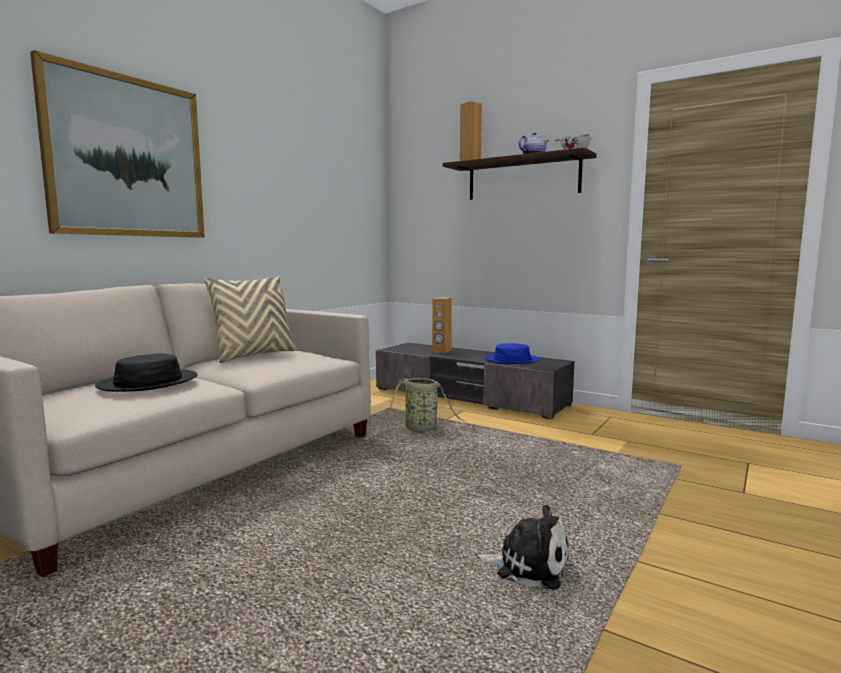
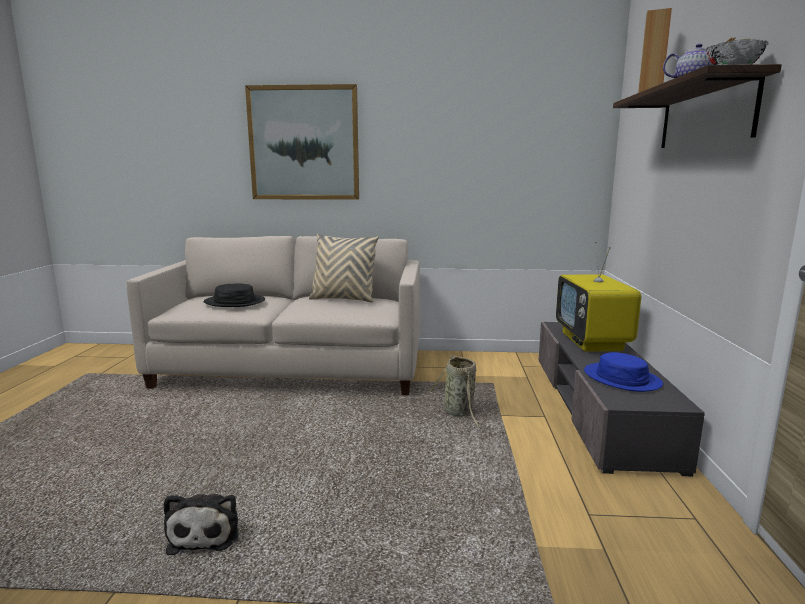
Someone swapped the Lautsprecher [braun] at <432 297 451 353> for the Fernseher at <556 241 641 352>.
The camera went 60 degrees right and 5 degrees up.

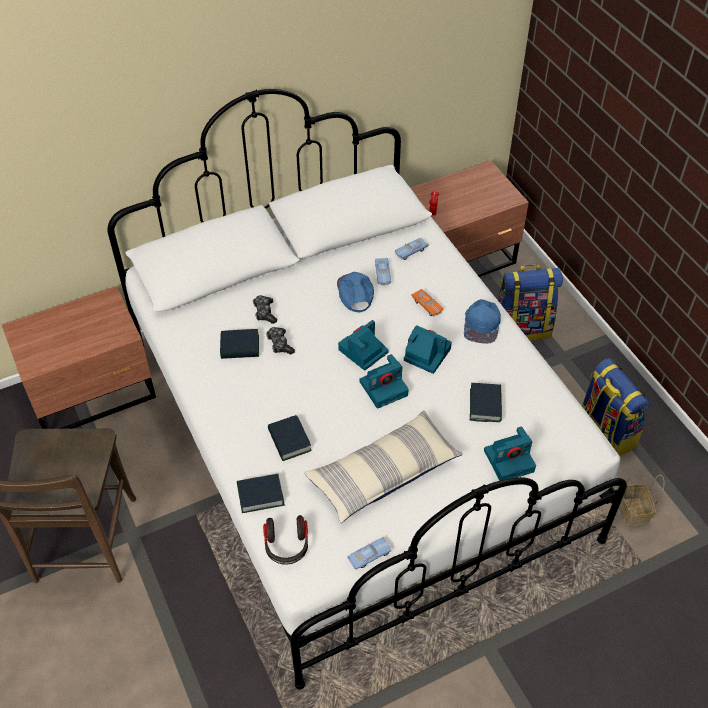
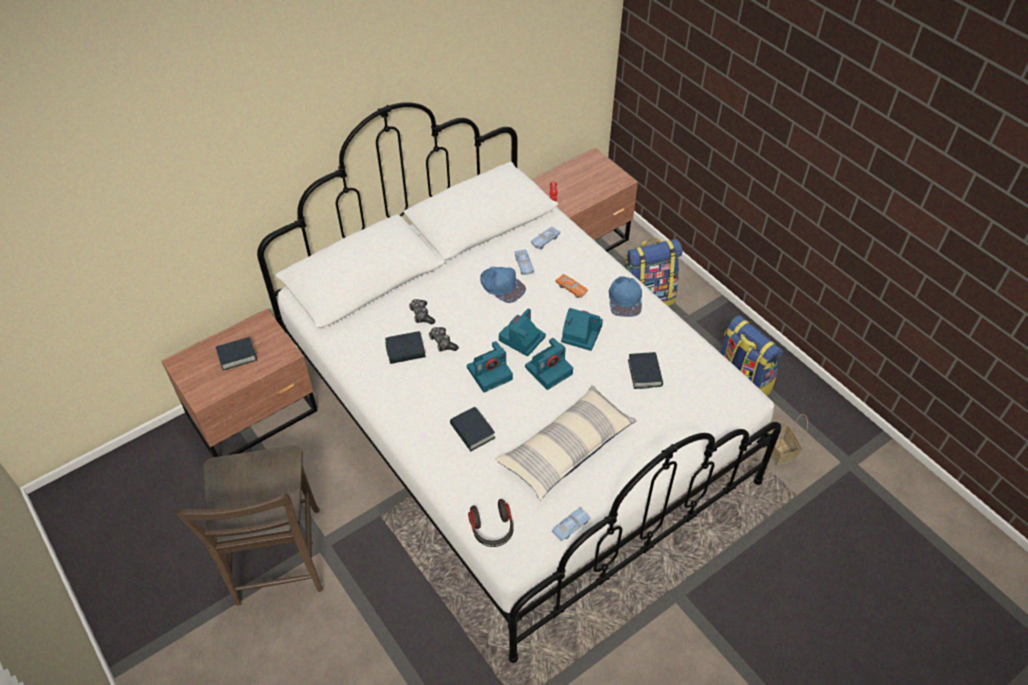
Someone carried the Buch from <237 474 285 513> to <216 337 257 370>.
Someone rotated the Kappe [blau] at <337 272 374 312> by 150 degrees clockwise.
Someone carried the Kamera from <484 427 536 481> to <467 341 513 393>.
The camera went 10 degrees left and 0 degrees up.

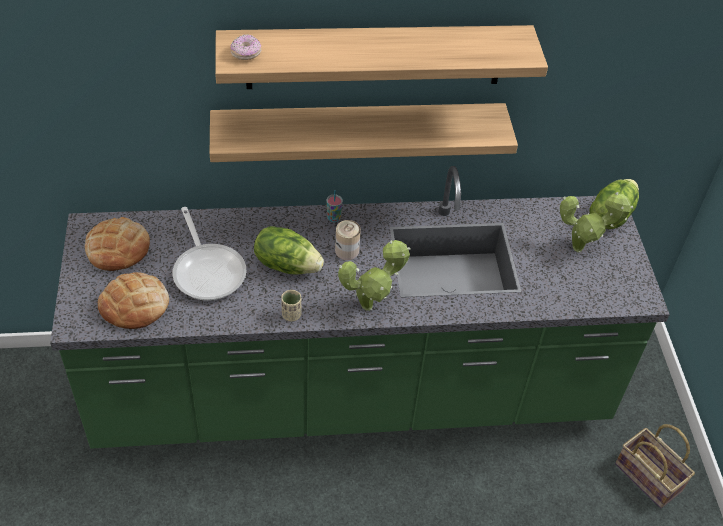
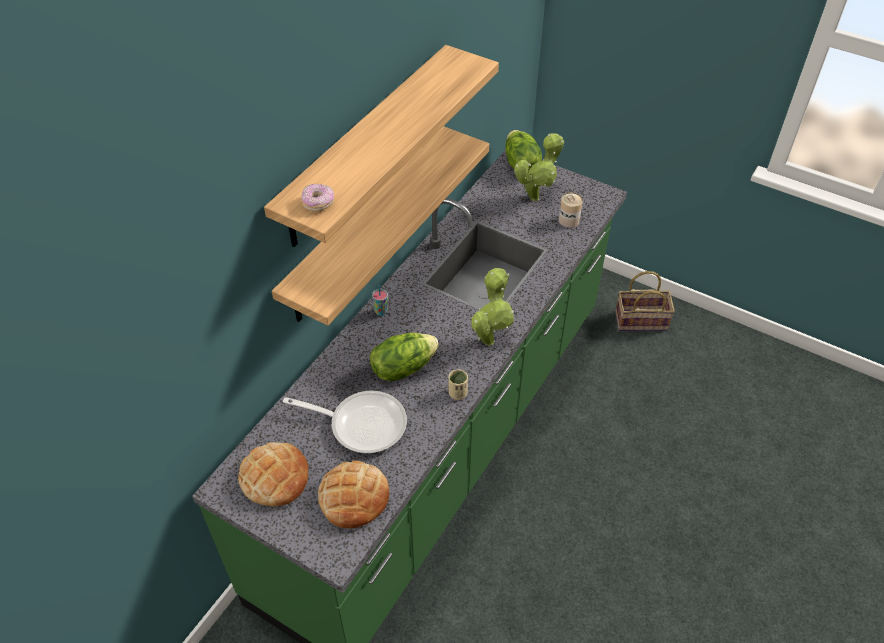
Someone carried the Dose from <335 220 361 260> to <559 193 583 228>.
The camera went 50 degrees left and 0 degrees up.

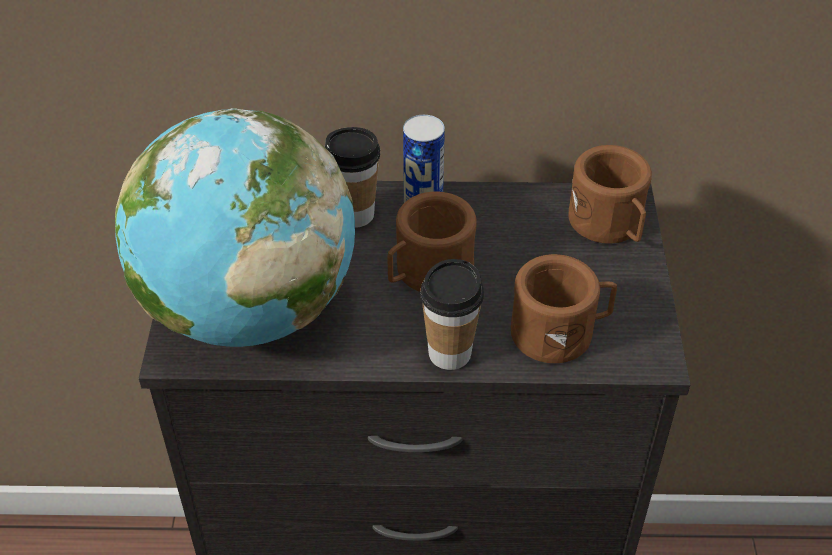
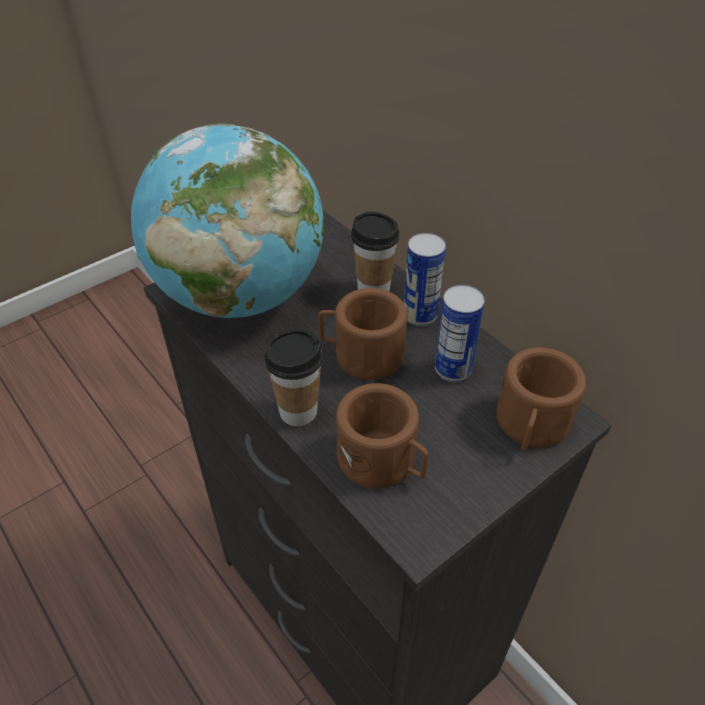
Someone put down the Dose at <435 285 485 382>.
The camera went 50 degrees right and 0 degrees up.

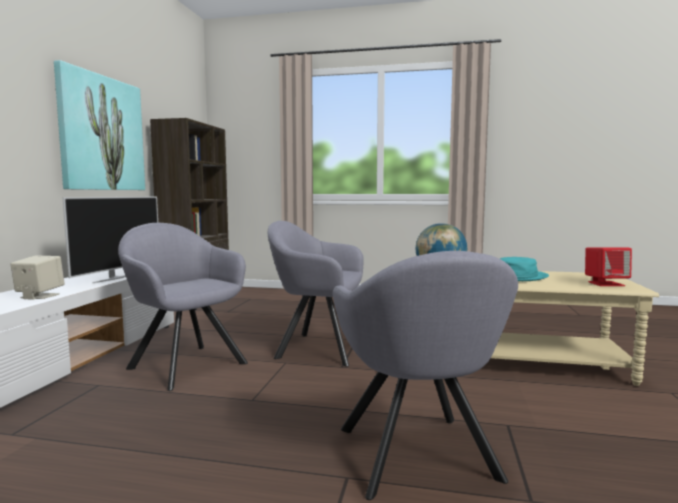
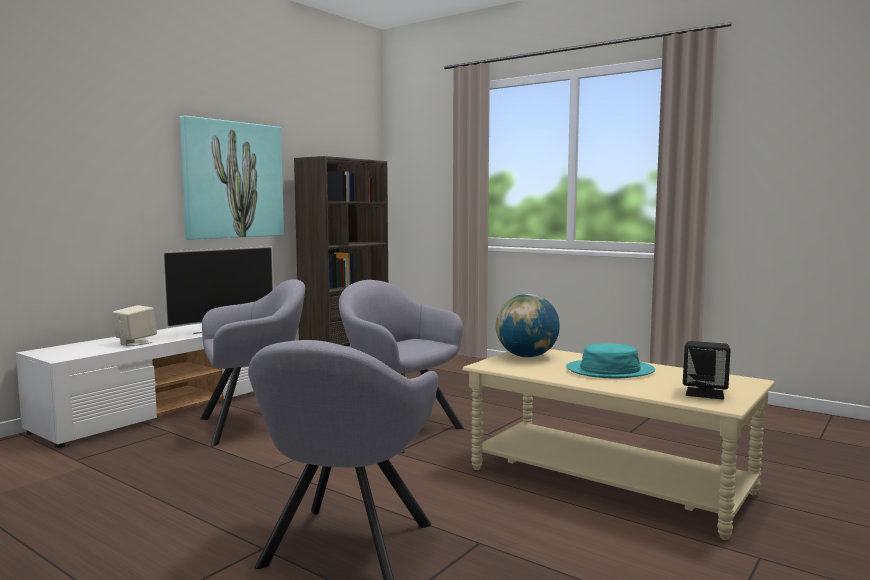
Someone rotated the Sessel [grau] at <118 223 248 391> by 90 degrees clockwise.
Someone repainted the Lautsprecher [rot] at <585 247 632 286>, which became the Lautsprecher [schwarz] at <683 341 731 400>.
The camera went 25 degrees right and 0 degrees up.

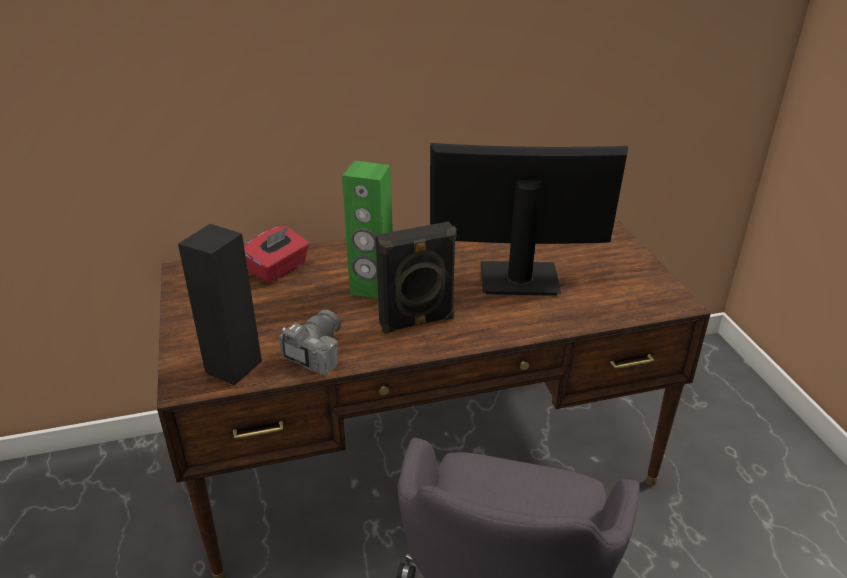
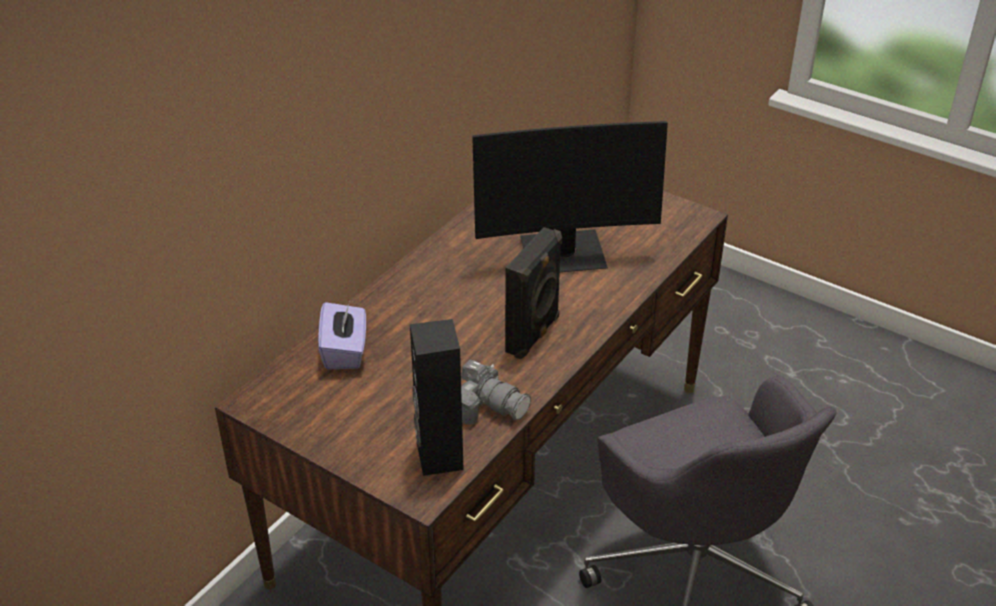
Someone repainted the Taschentuchbox [rot] at <244 226 309 283>, which became the Taschentuchbox [lila] at <318 302 366 370>.
Someone rotated the Kamera at <279 310 341 376> by 135 degrees clockwise.
Someone took away the Lautsprecher [grün] at <342 161 393 299>.
Someone rotated the Monitor at <430 143 628 296> by 150 degrees counterclockwise.
The camera went 40 degrees left and 5 degrees up.

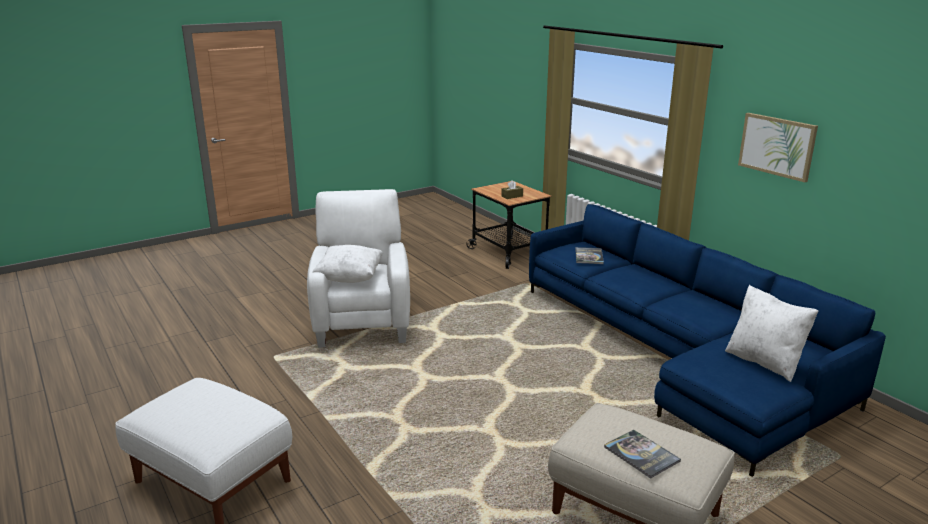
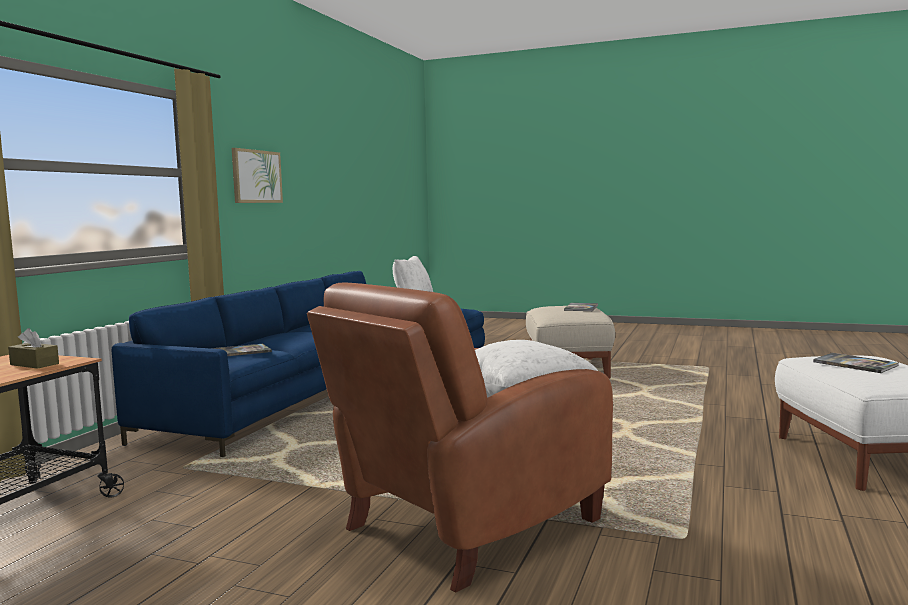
Someone repainted the Sessel [weiß] at <307 189 410 348>, which became the Sessel [braun] at <307 282 613 592>.
Someone put down the Buch at <813 353 899 373>.
The camera went 125 degrees left and 15 degrees down.

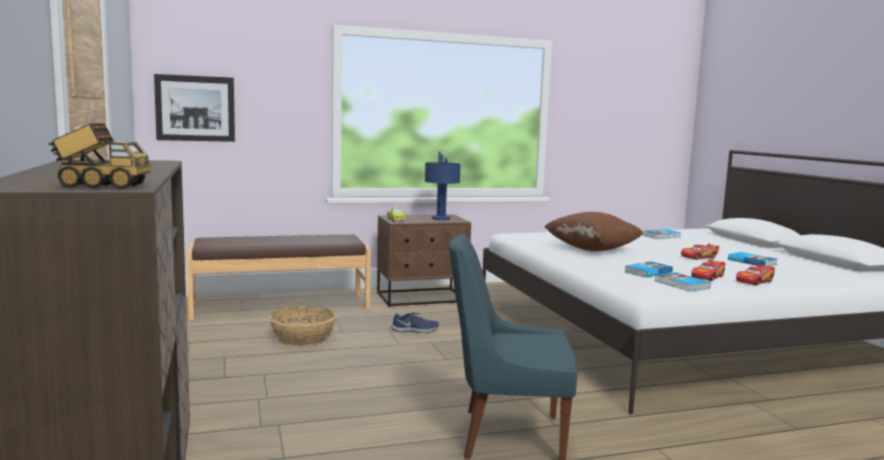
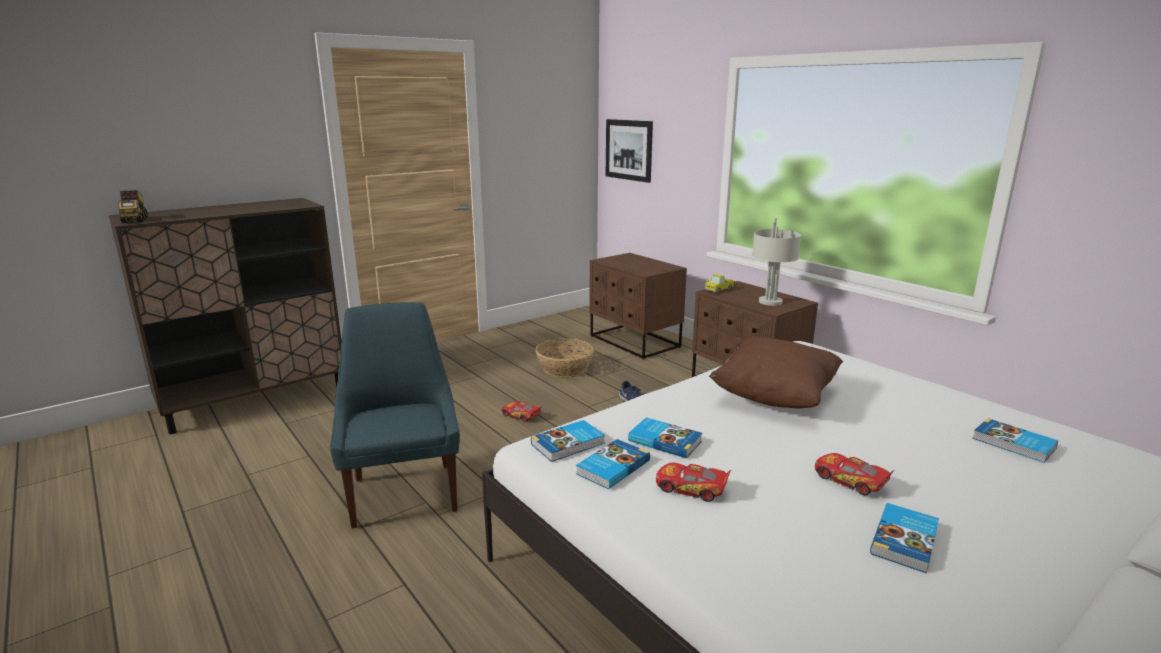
Someone swapped the Bank [braun] at <187 235 371 320> for the Nachttisch [braun] at <589 253 687 360>.
Someone repainted the Tischlampe [blau] at <425 152 461 220>, which became the Tischlampe [grau] at <752 218 801 306>.
Someone carried the Spielzeugauto from <736 264 775 285> to <502 401 541 422>.
Someone put down the Buch at <531 420 605 462>.
The camera went 70 degrees right and 10 degrees up.

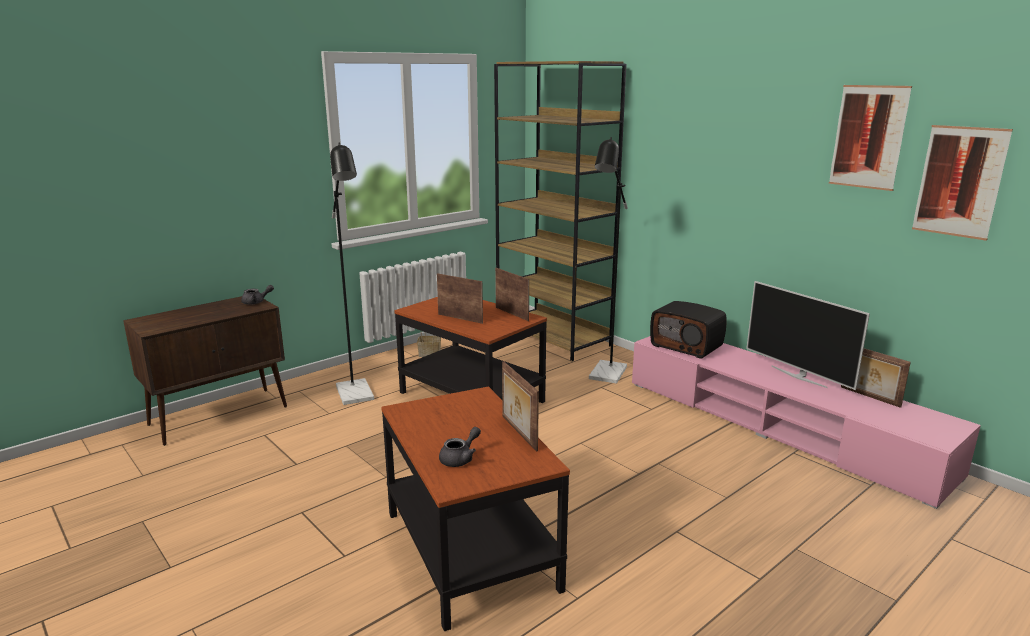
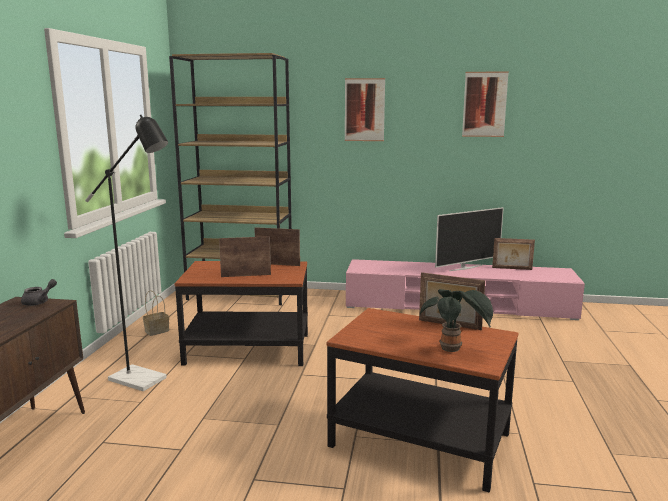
Someone swapped the Teekanne [grau] at <439 427 481 467> for the Topfpflanze at <420 289 493 352>.
Someone took away the Stehlampe [schwarz] at <589 137 628 384>.
Someone took away the Radio at <650 301 727 359>.
Someone rotated the Fernseher at <746 281 870 390> by 45 degrees counterclockwise.
Someone carried the Bild from <912 125 1013 241> to <345 78 385 141>.
The camera went 40 degrees left and 5 degrees down.

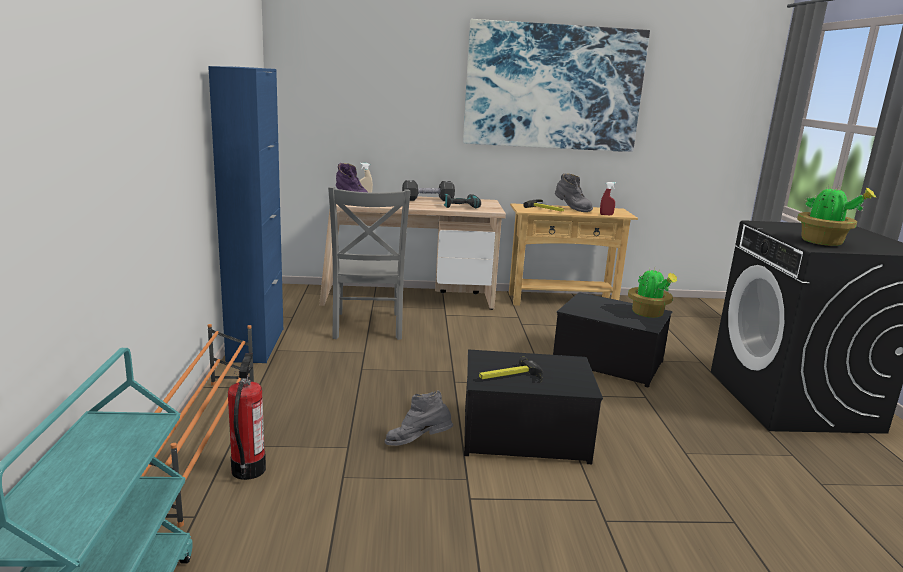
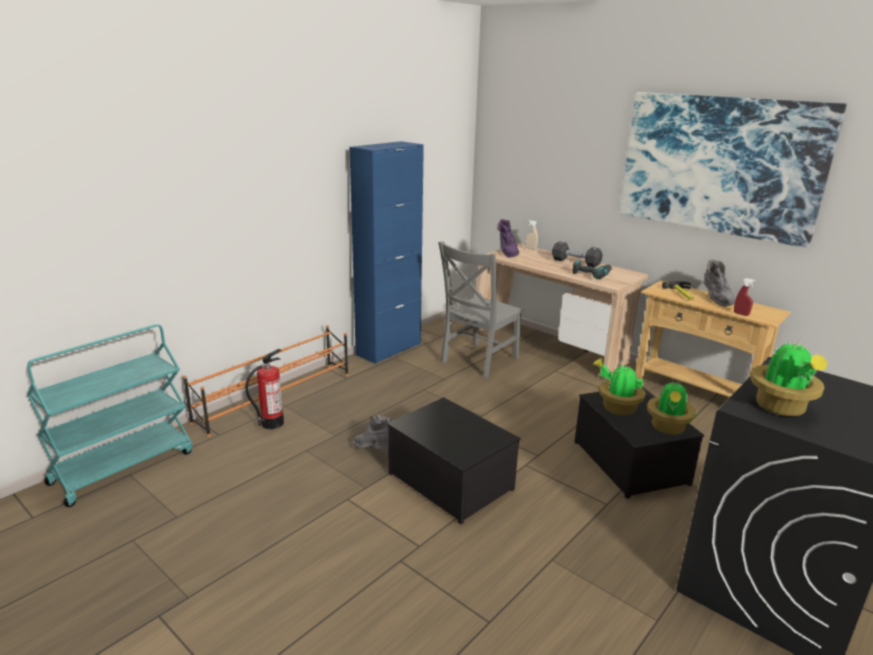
Someone took away the Hammer at <479 357 543 382>.
Someone put down the Topfpflanze at <594 358 645 415>.
The camera went 45 degrees right and 5 degrees up.

